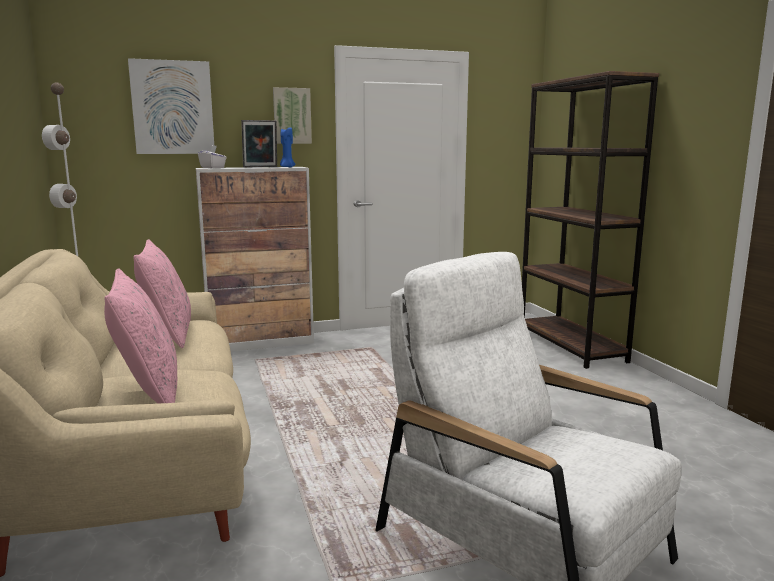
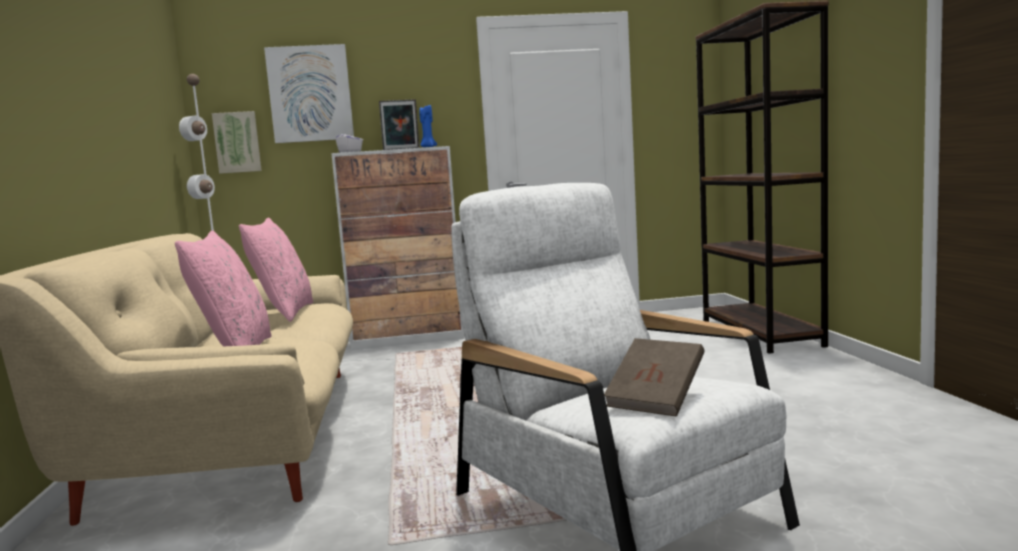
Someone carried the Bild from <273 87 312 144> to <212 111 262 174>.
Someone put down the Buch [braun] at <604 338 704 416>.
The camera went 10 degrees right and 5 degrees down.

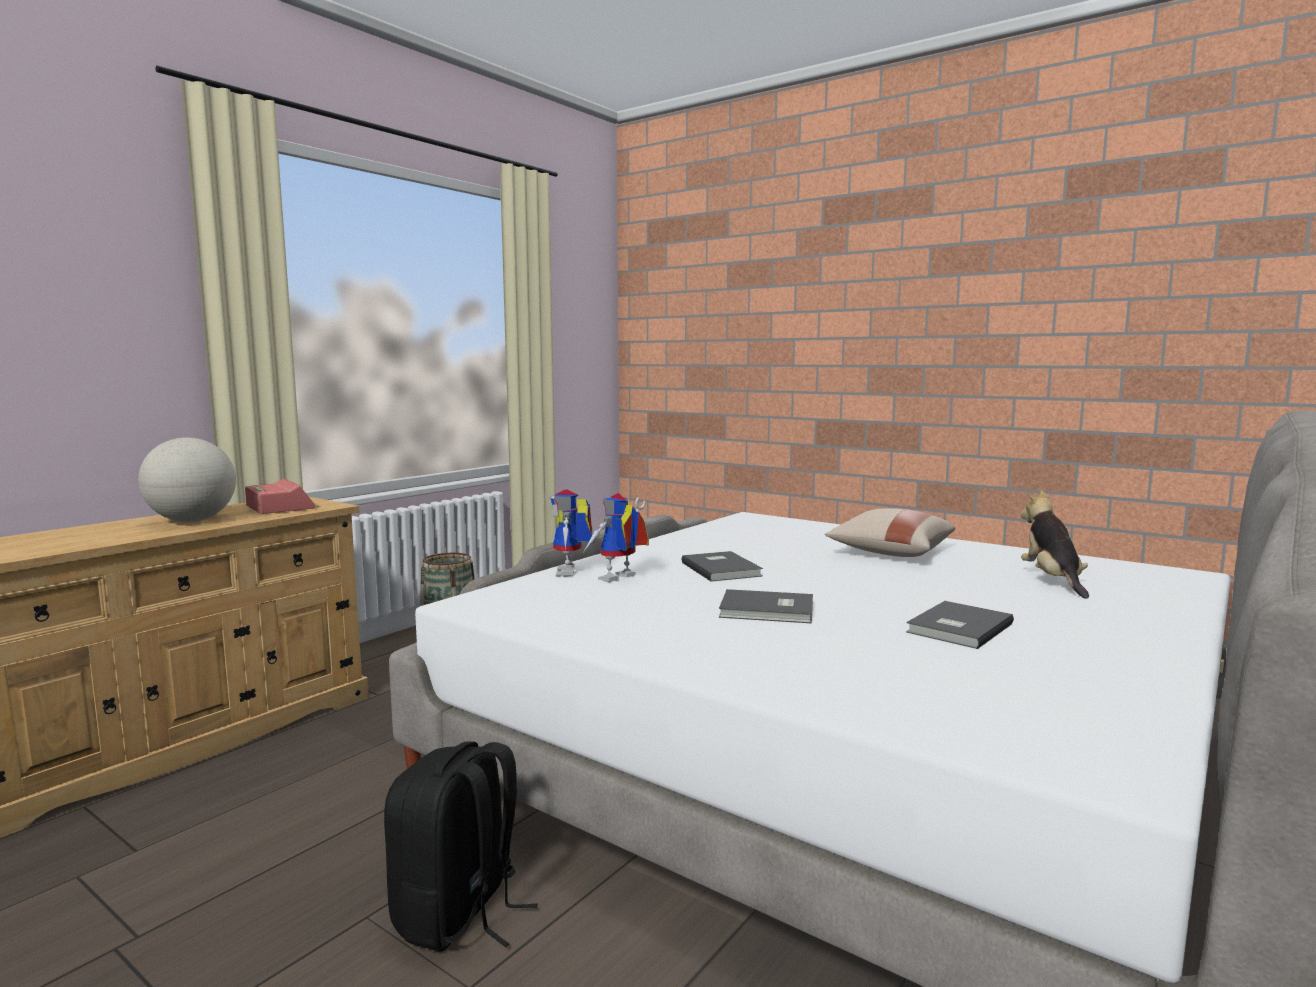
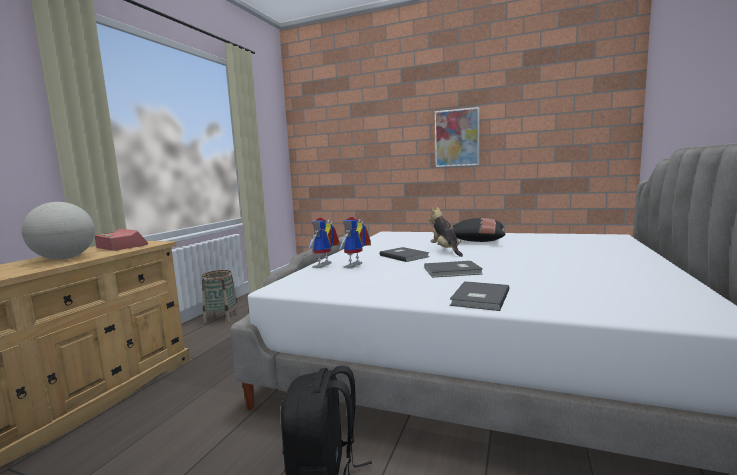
Someone rotated the Spielzeugroboter at <550 490 592 577> by 45 degrees clockwise.
Someone repainted the Kissen [beige] at <825 508 955 557>, which became the Kissen [schwarz] at <453 218 505 242>.
Someone carried the Buch [grau] from <906 601 1014 649> to <450 281 509 311>.
Someone carried the Plüschtier from <1021 490 1089 599> to <428 207 463 257>.
Someone put up the Bild at <435 107 479 167>.
The camera went 15 degrees left and 0 degrees up.

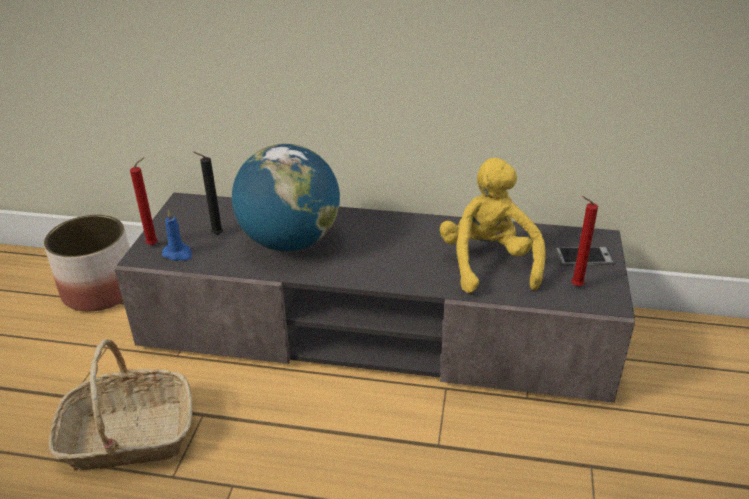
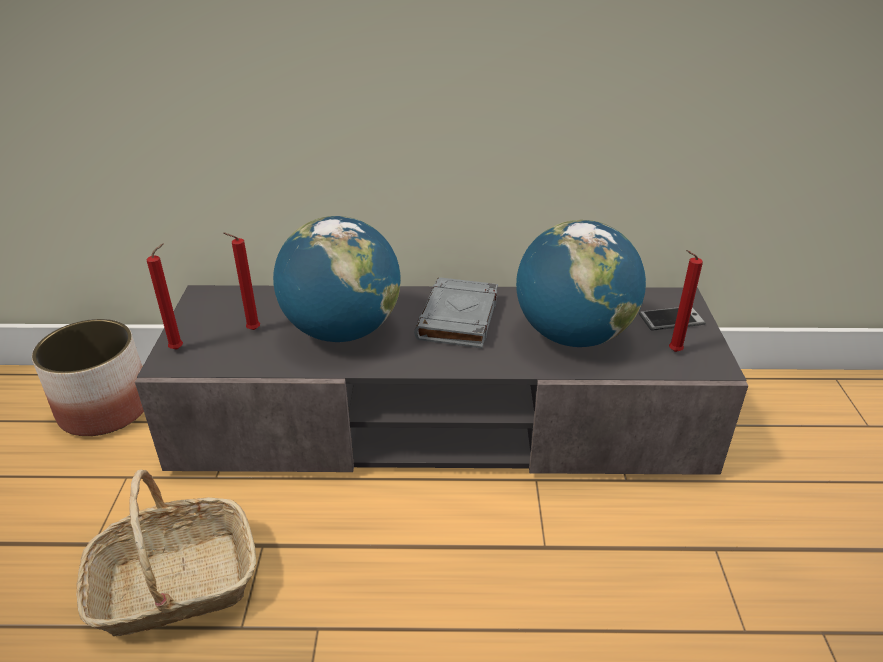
Someone took away the Kerze [blau] at <162 209 192 261>.
Someone repainted the Kerze [schwarz] at <193 152 223 235>, which became the Kerze [rot] at <223 233 260 330>.
Someone swapped the Plüschtier [gelb] at <440 158 546 293> for the Globus at <516 220 646 347>.
Someone put down the Buch [grau] at <414 277 498 348>.
The camera went 10 degrees left and 0 degrees up.

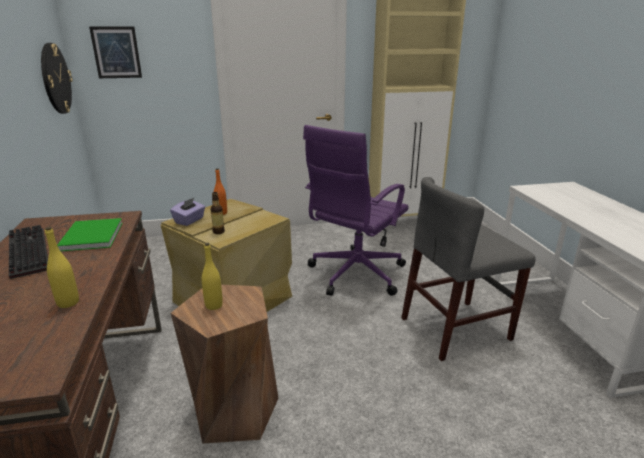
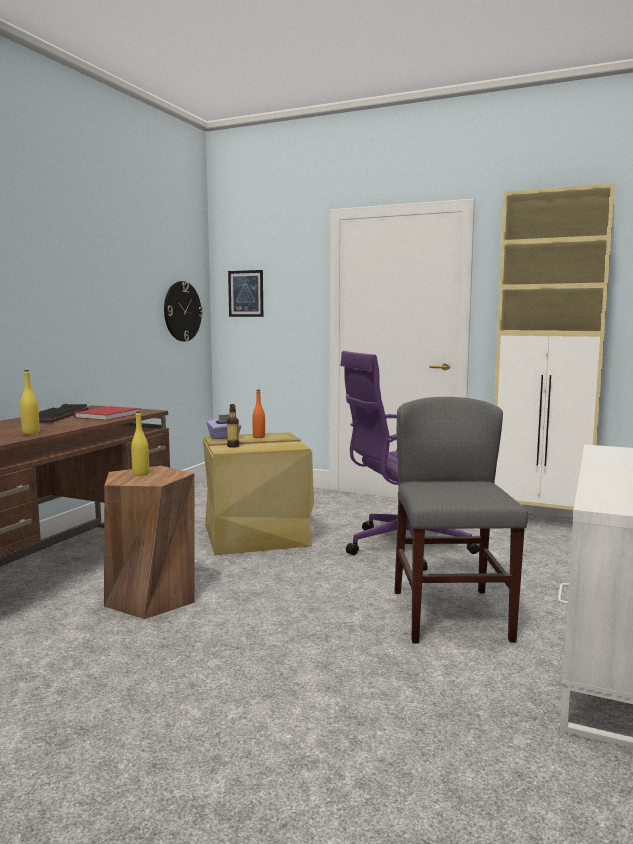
Someone repainted the Buch [grün] at <57 218 123 252>, which became the Buch [rot] at <74 406 140 420>.
Someone rotated the Stuhl [grau] at <401 177 535 361> by 75 degrees clockwise.
The camera went 35 degrees right and 15 degrees down.

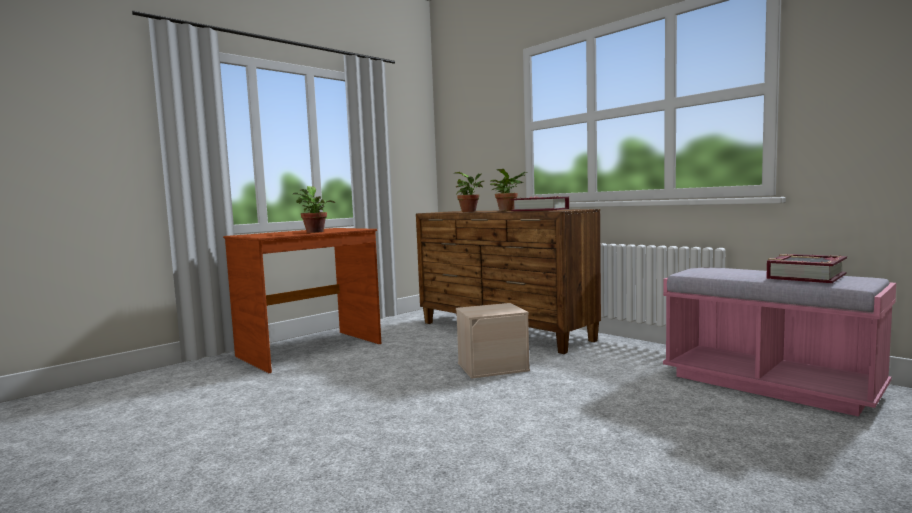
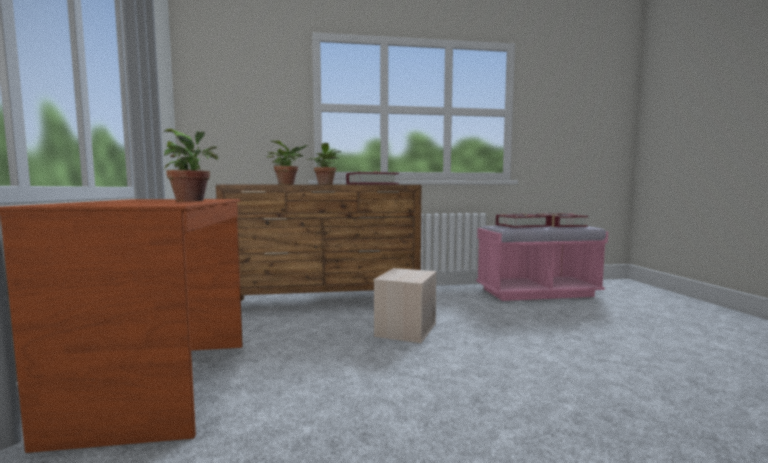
Someone put down the Buch at <496 213 550 228>.
The camera went 55 degrees left and 0 degrees up.

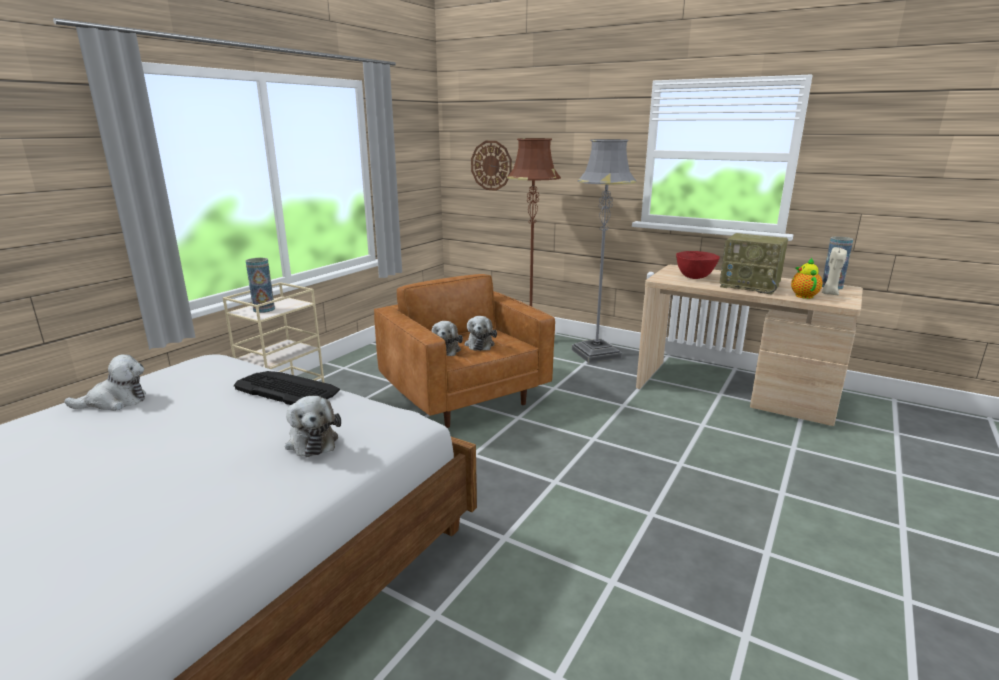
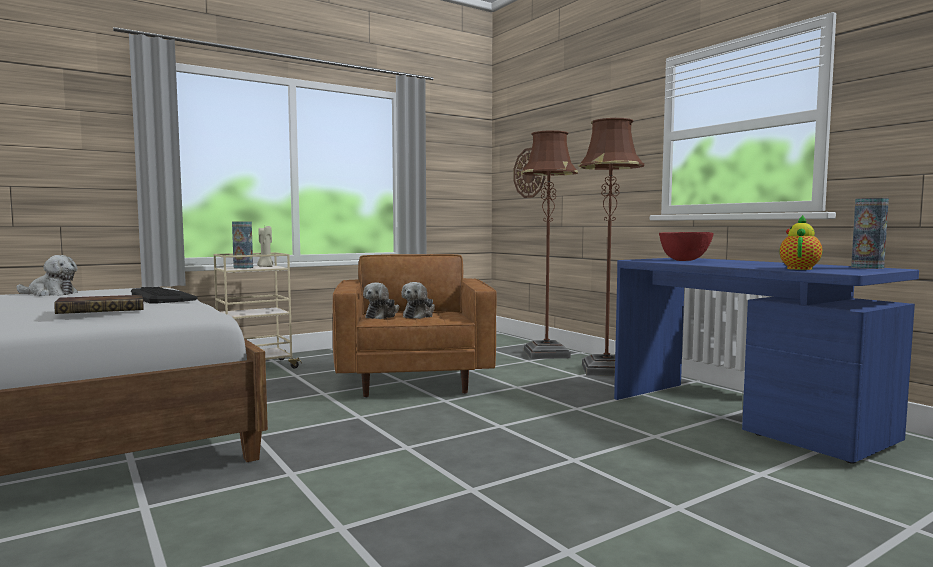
Someone swapped the Plüschtier at <285 396 341 457> for the Buch at <54 295 143 314>.
Someone repainted the Stehlampe [grau] at <572 139 636 363>, which became the Stehlampe [braun] at <578 118 644 376>.
Someone repainted the Schreibtisch [beige] at <636 265 863 426>, which became the Schreibtisch [blau] at <614 258 919 464>.
Someone took away the Radio at <720 233 788 295>.
Someone carried the Kerze [beige] from <822 247 847 295> to <257 226 273 267>.
The camera went 25 degrees right and 15 degrees down.

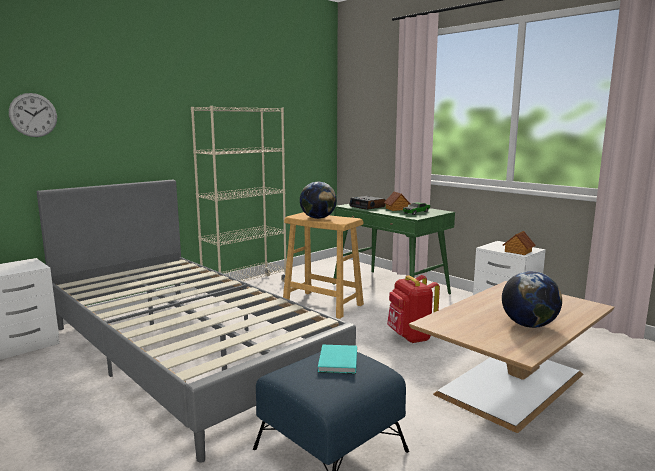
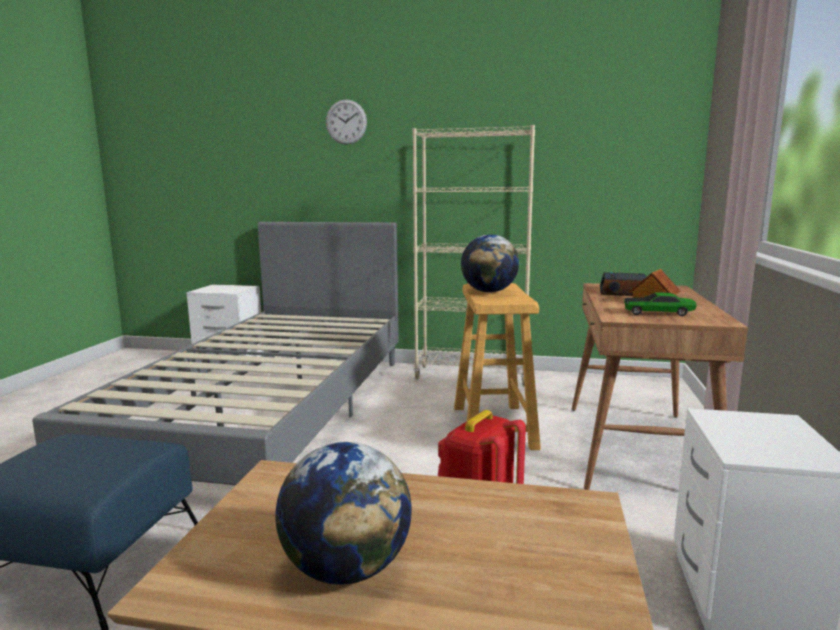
Someone carried the Wanduhr from <9 93 57 137> to <326 99 367 145>.
Someone took away the Buch [türkis] at <318 345 357 374>.
Someone repainted the Schreibtisch [grün] at <332 204 455 294>, which became the Schreibtisch [braun] at <572 283 748 490>.
Someone took away the Spielzeughaus at <503 231 536 255>.
The camera went 55 degrees right and 0 degrees up.

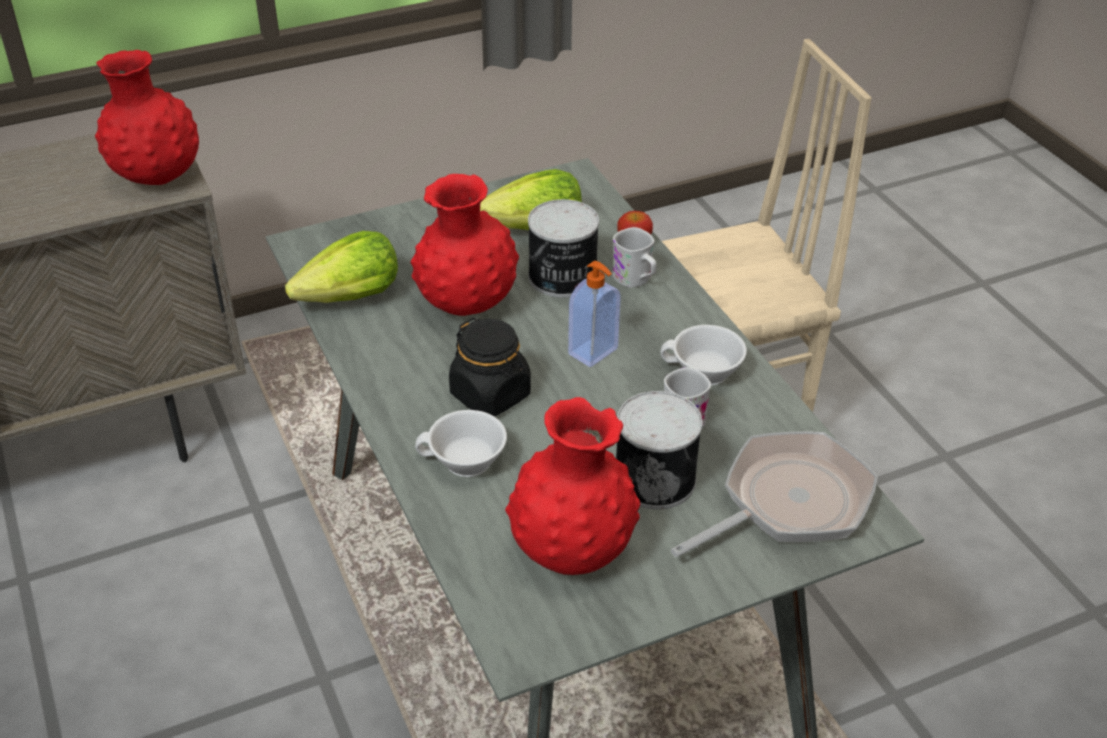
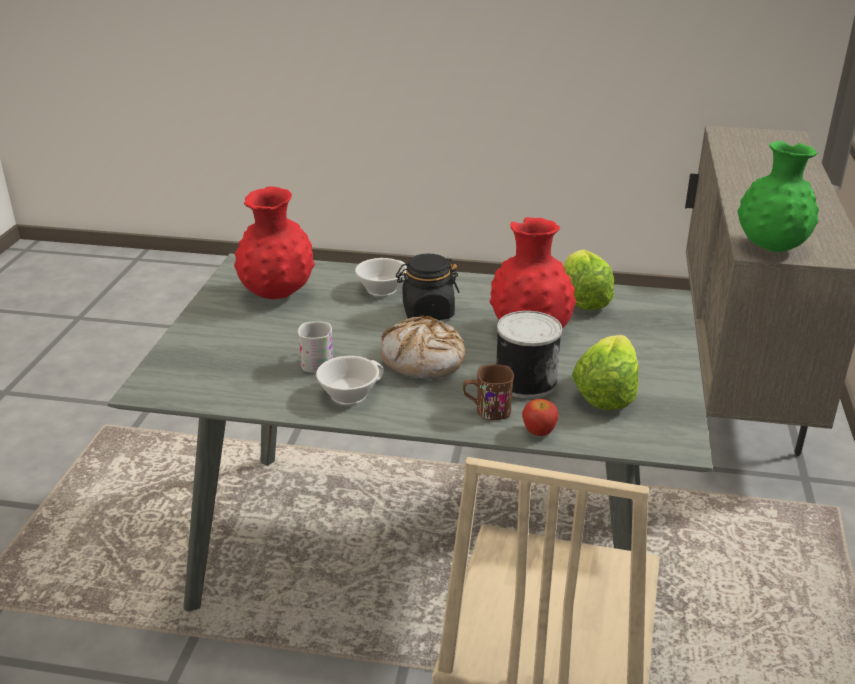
Someone repainted the Vase [rot] at <95 50 199 185>, which became the Vase [grün] at <737 141 819 252>.
Someone swapped the Seifenspender at <568 261 621 367> for the Brot at <381 316 465 379>.
Someone repainted the Henkelbecher [weiß] at <612 227 656 288>, which became the Henkelbecher [braun] at <463 364 514 420>.
Someone took away the Dose at <616 391 703 509>.
Someone took away the Pfanne at <671 431 878 557>.
The camera went 125 degrees right and 10 degrees down.

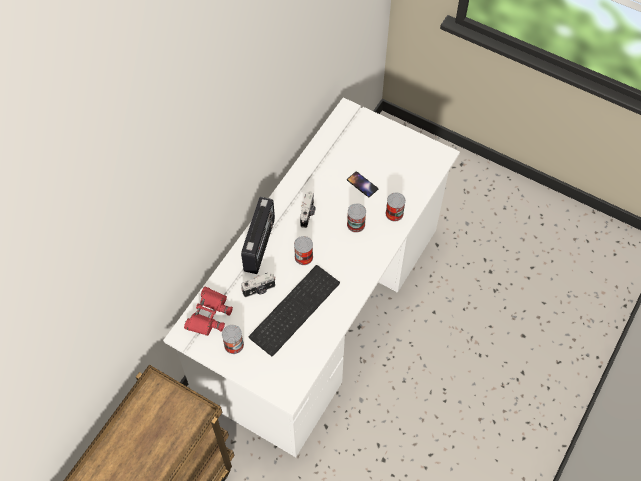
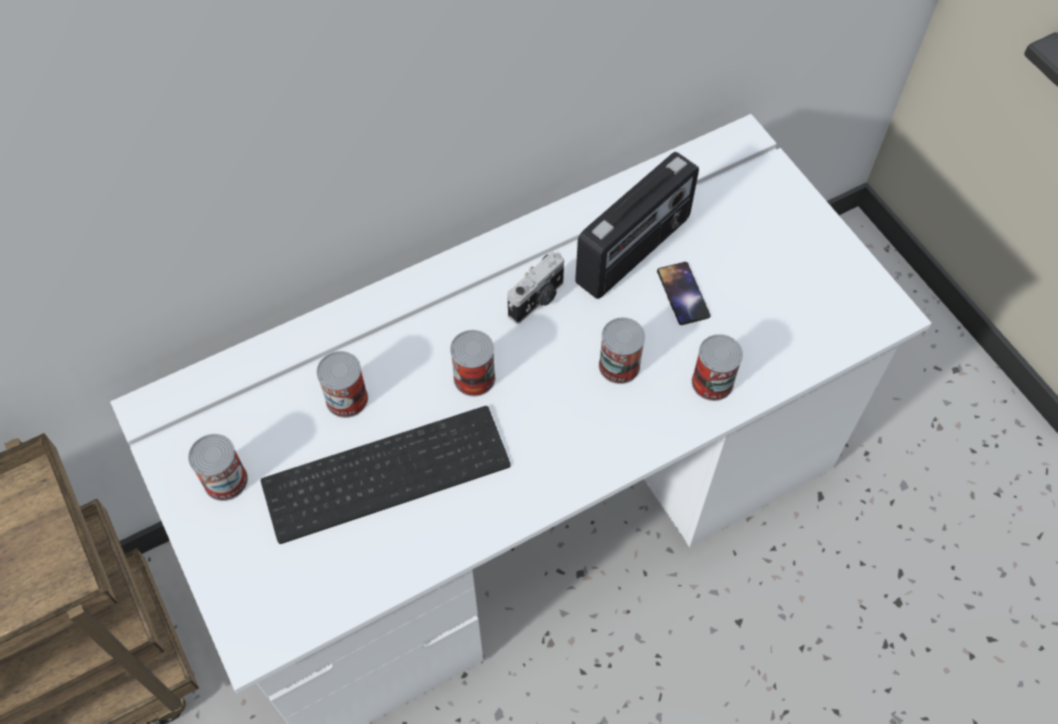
Someone took away the Fernglas [rot] at <184 287 233 336>.
Someone carried the Radio from <241 197 275 274> to <575 152 699 299>.
Someone swapped the Kamera at <241 272 276 297> for the Dose at <317 351 368 418>.
The camera went 30 degrees right and 0 degrees up.

